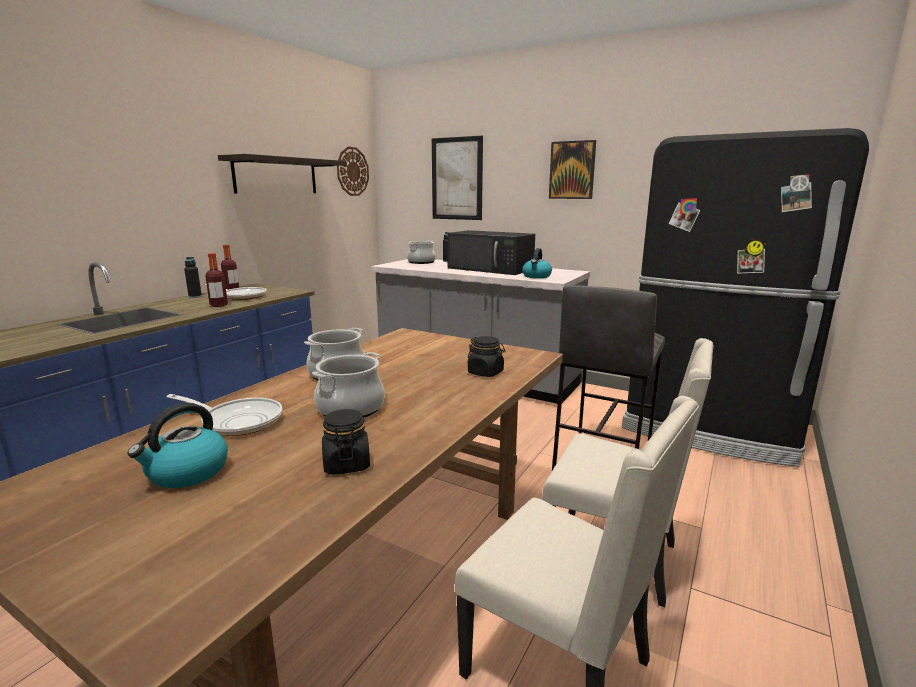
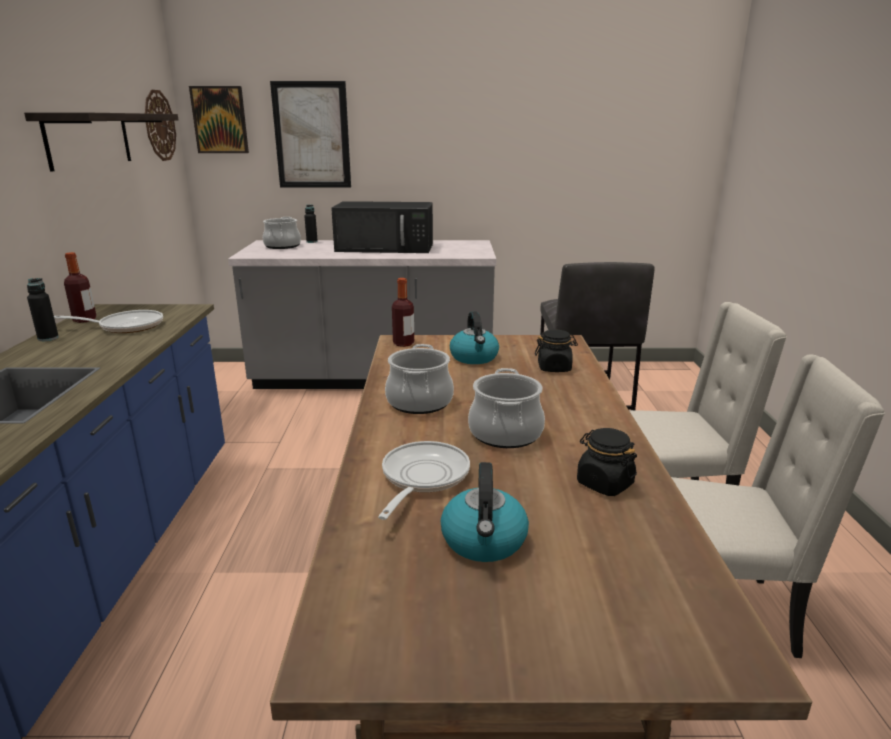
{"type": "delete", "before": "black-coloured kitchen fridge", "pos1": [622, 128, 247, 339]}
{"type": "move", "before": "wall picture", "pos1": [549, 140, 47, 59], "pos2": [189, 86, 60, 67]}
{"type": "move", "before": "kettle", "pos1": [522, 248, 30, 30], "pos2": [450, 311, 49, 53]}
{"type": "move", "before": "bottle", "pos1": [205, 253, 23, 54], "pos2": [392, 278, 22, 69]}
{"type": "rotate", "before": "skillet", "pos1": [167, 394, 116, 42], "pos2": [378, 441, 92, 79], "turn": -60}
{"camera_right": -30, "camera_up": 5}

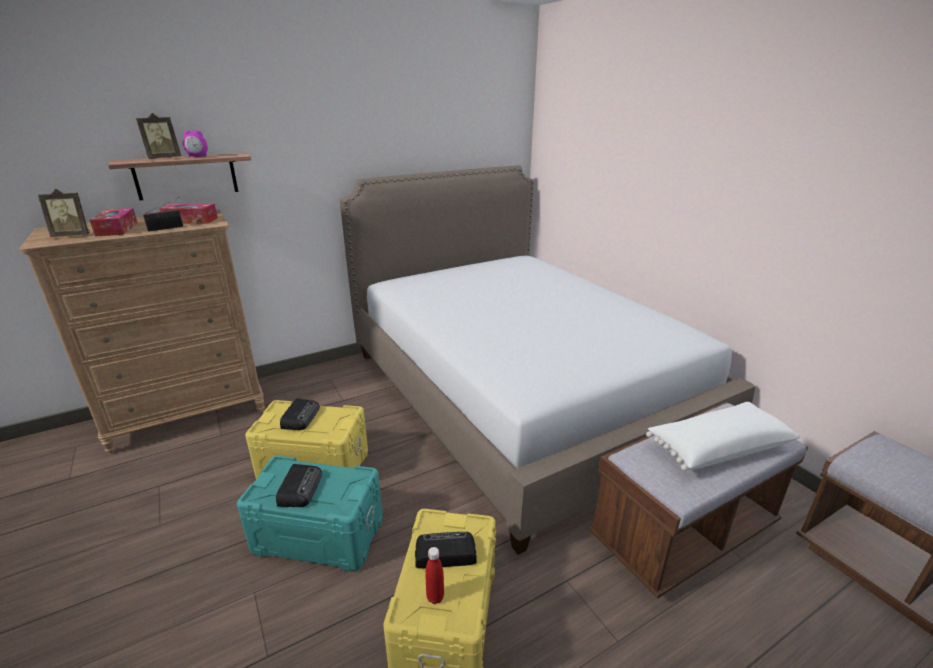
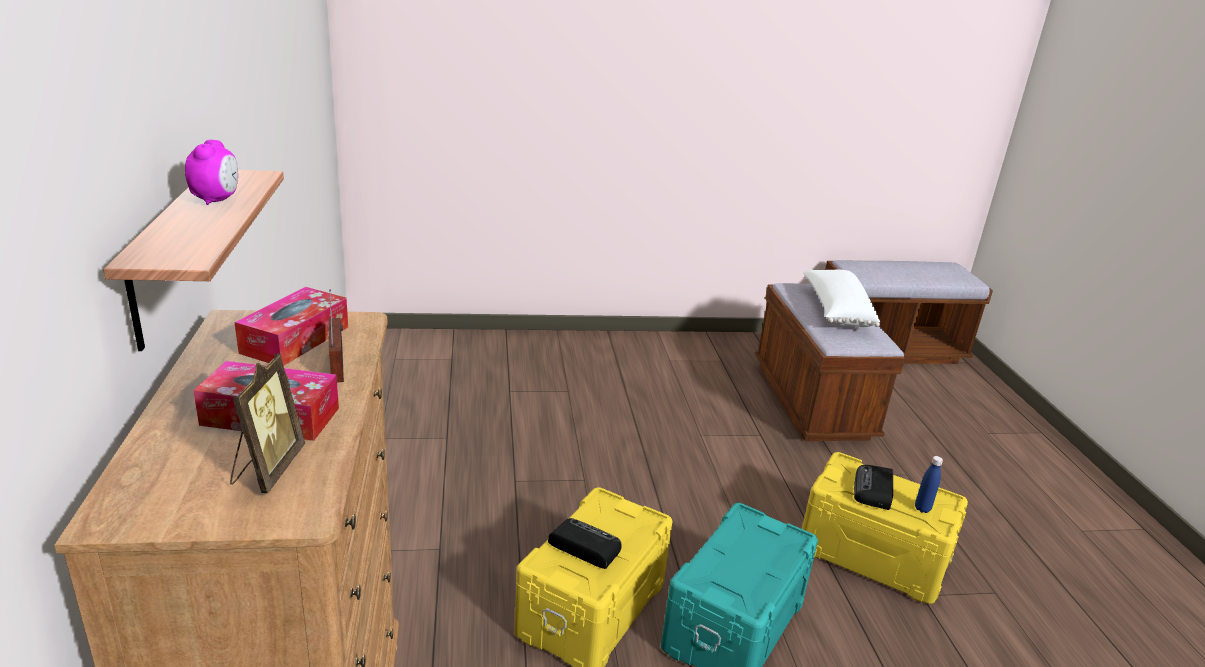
{"type": "delete", "before": "photo frame", "pos1": [136, 113, 45, 46]}
{"type": "delete", "before": "bed", "pos1": [340, 165, 415, 390]}
{"type": "delete", "before": "radio receiver", "pos1": [276, 464, 46, 43]}
{"type": "recolor", "before": "reddish bottle", "after": "blue-coloured bottle", "pos1": [425, 547, 19, 57], "pos2": [915, 456, 28, 57]}
{"camera_right": -70, "camera_up": 0}

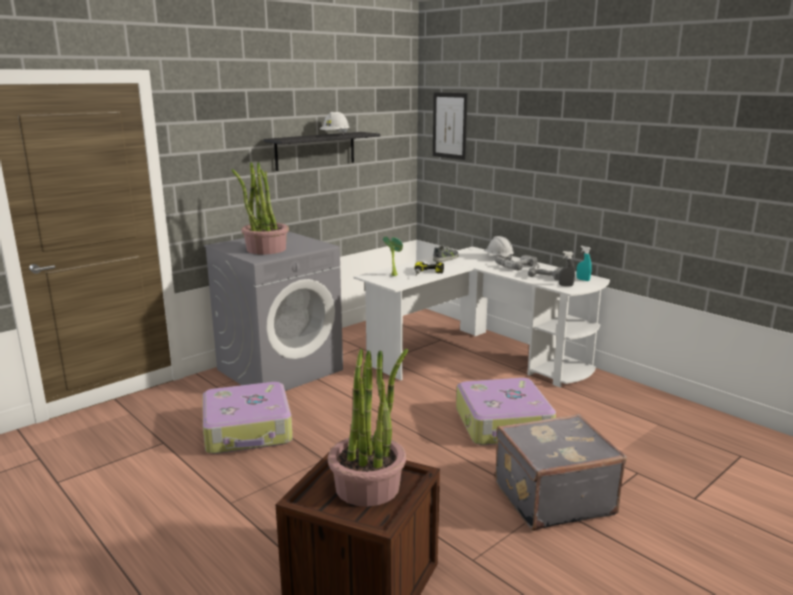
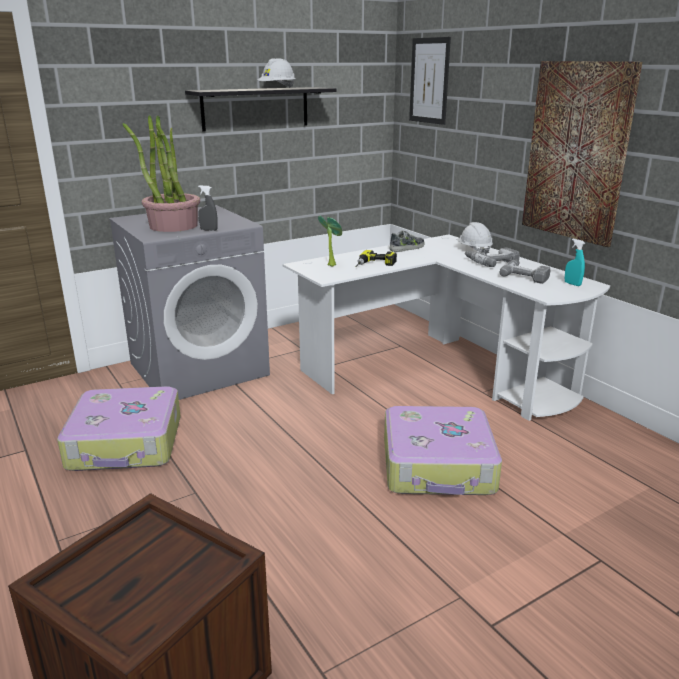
{"type": "move", "before": "gray spray bottle", "pos1": [559, 251, 16, 35], "pos2": [198, 185, 20, 46]}
{"type": "delete", "before": "plant in a pot", "pos1": [328, 349, 80, 158]}
{"type": "delete", "before": "gray suitcase", "pos1": [495, 414, 132, 117]}
{"type": "insert", "after": "wall picture", "pos2": [522, 61, 120, 186]}
{"camera_right": 10, "camera_up": 5}

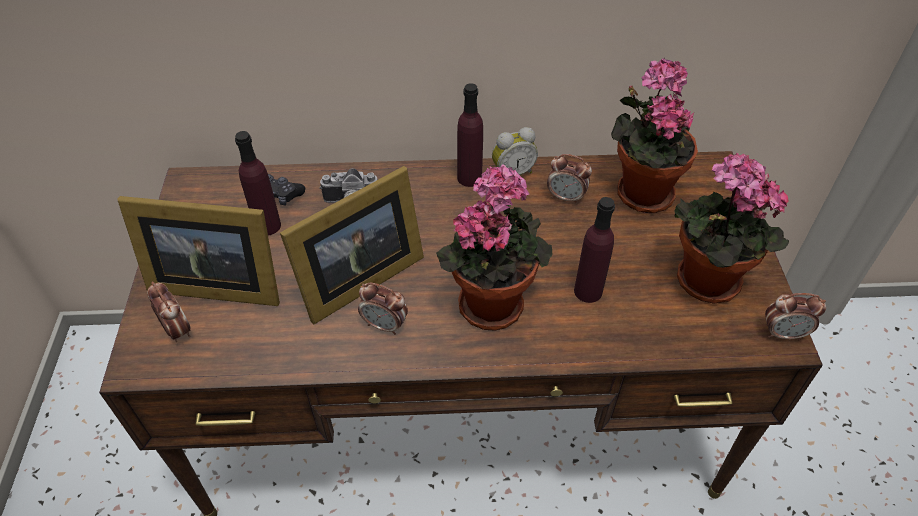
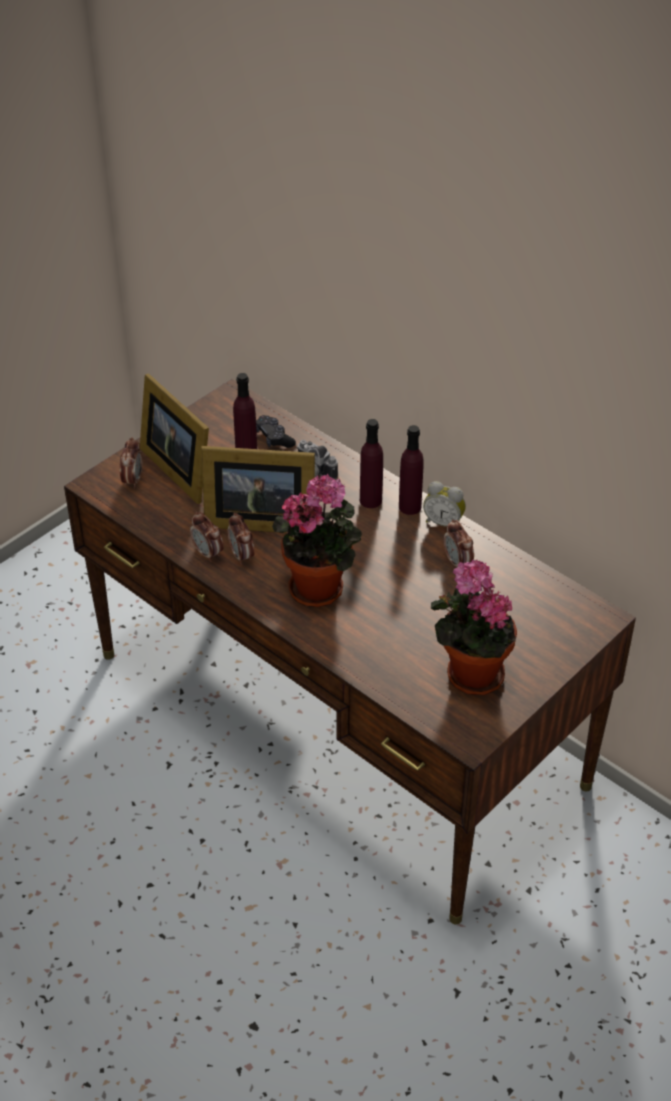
{"type": "delete", "before": "plant in a pot", "pos1": [611, 58, 87, 155]}
{"type": "move", "before": "purple bottle", "pos1": [574, 197, 41, 106], "pos2": [360, 419, 23, 89]}
{"type": "move", "before": "table clock", "pos1": [765, 293, 61, 47], "pos2": [190, 512, 34, 50]}
{"camera_right": 45, "camera_up": -5}

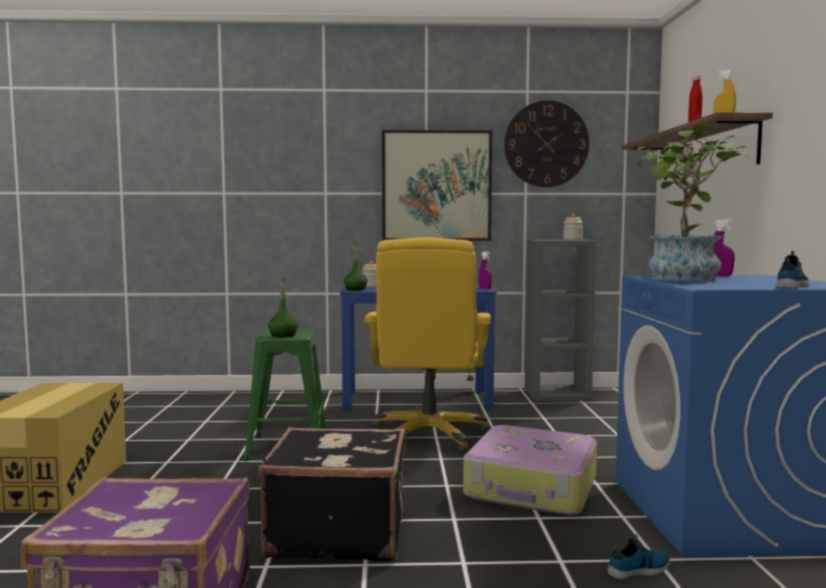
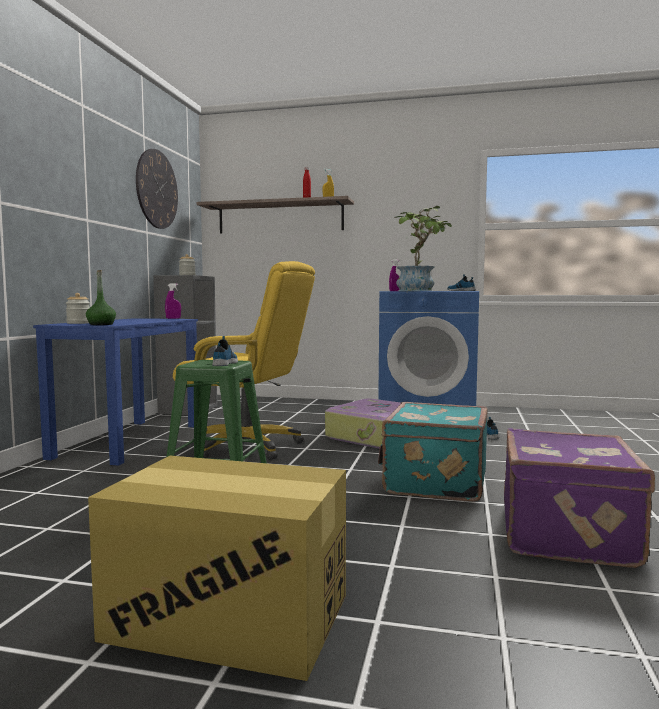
{"type": "delete", "before": "wall picture", "pos1": [382, 130, 110, 111]}
{"type": "replace", "before": "greenish bottle", "after": "item of footwear", "pos1": [268, 278, 31, 59], "pos2": [212, 336, 26, 30]}
{"type": "recolor", "before": "black-coloured suitcase", "after": "turquoise suitcase", "pos1": [258, 427, 148, 134], "pos2": [378, 402, 110, 100]}
{"camera_right": -75, "camera_up": 0}

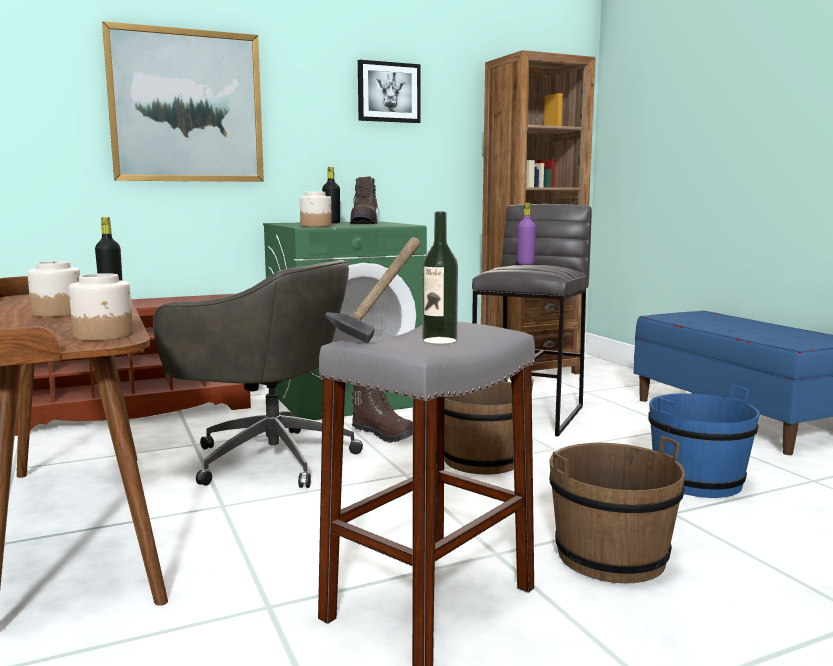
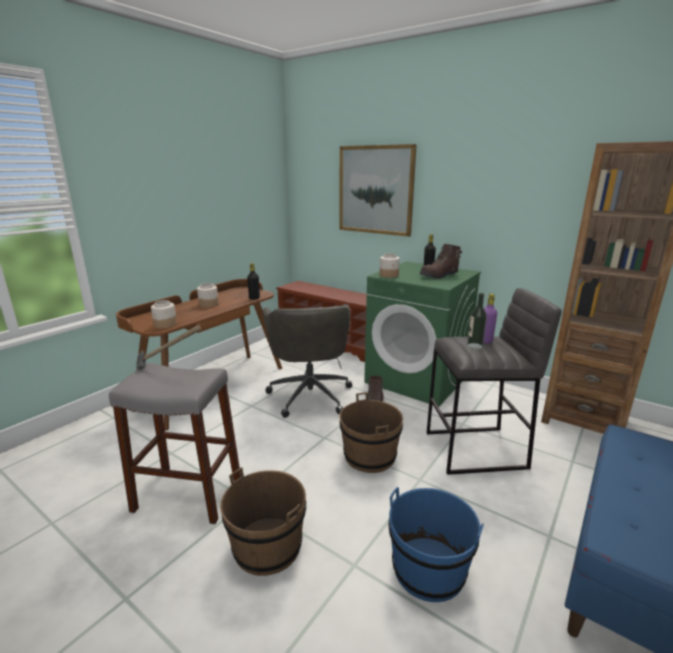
{"type": "delete", "before": "wall picture", "pos1": [358, 60, 63, 63]}
{"type": "move", "before": "bottle", "pos1": [422, 212, 36, 132], "pos2": [467, 293, 20, 56]}
{"camera_right": 60, "camera_up": 10}

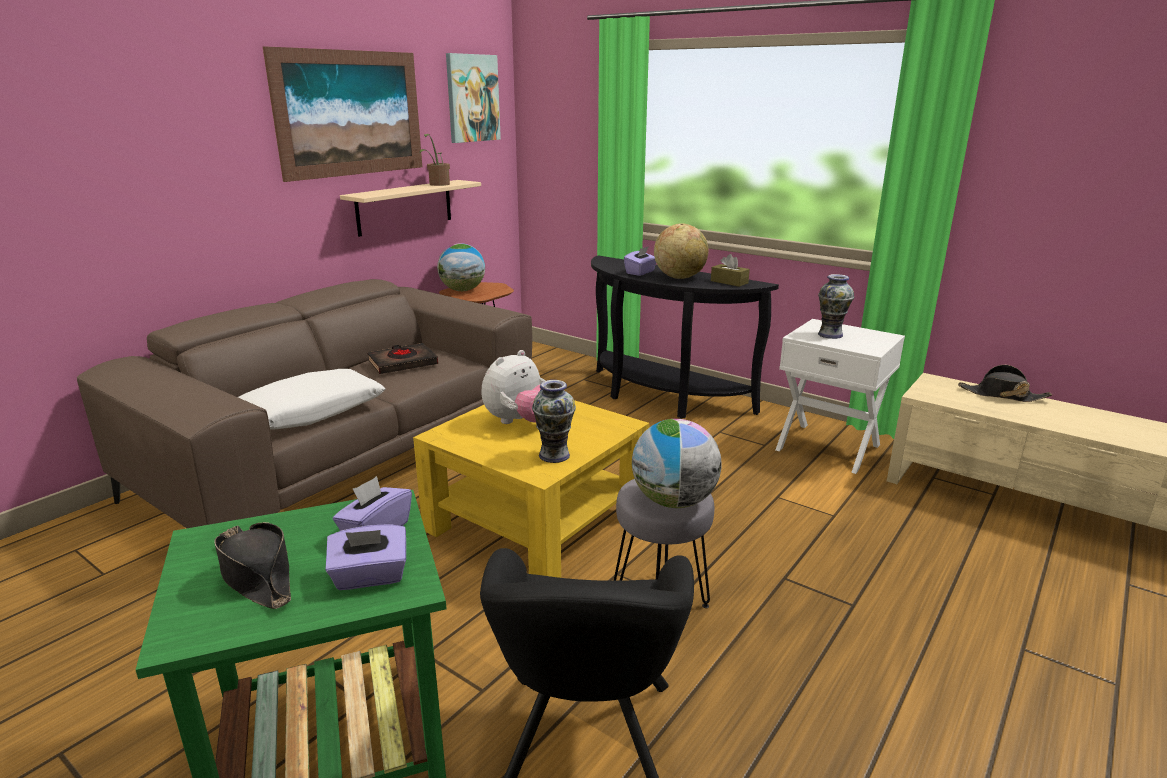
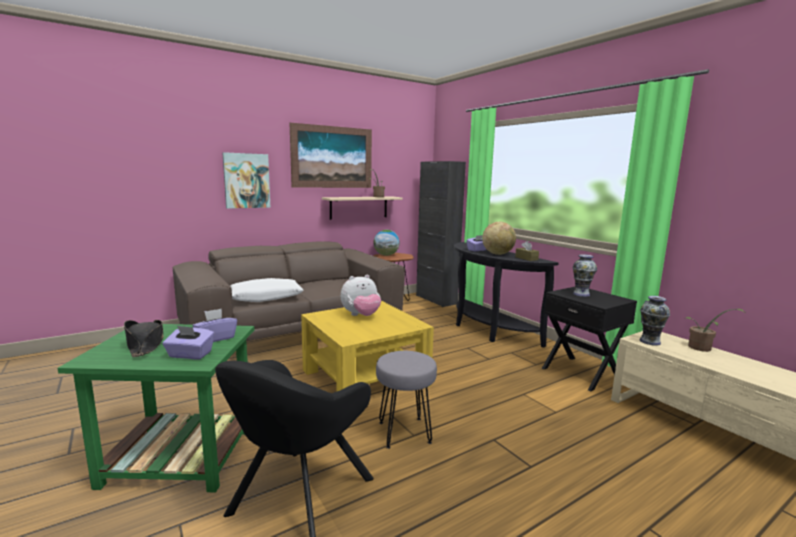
{"type": "move", "before": "wall picture", "pos1": [446, 53, 55, 90], "pos2": [223, 152, 47, 57]}
{"type": "recolor", "before": "white bedside table", "after": "black-coloured bedside table", "pos1": [775, 319, 130, 155], "pos2": [542, 287, 95, 105]}
{"type": "delete", "before": "black-coloured bound book", "pos1": [367, 343, 71, 31]}
{"type": "replace", "before": "black-coloured wearable hat", "after": "plant in a pot", "pos1": [958, 365, 94, 37], "pos2": [686, 309, 59, 43]}
{"type": "move", "before": "vase", "pos1": [532, 380, 44, 83], "pos2": [639, 296, 31, 50]}
{"type": "delete", "before": "world globe", "pos1": [632, 419, 90, 89]}
{"type": "insert", "after": "black-coloured cabinet", "pos2": [416, 161, 50, 146]}
{"camera_right": 20, "camera_up": -10}

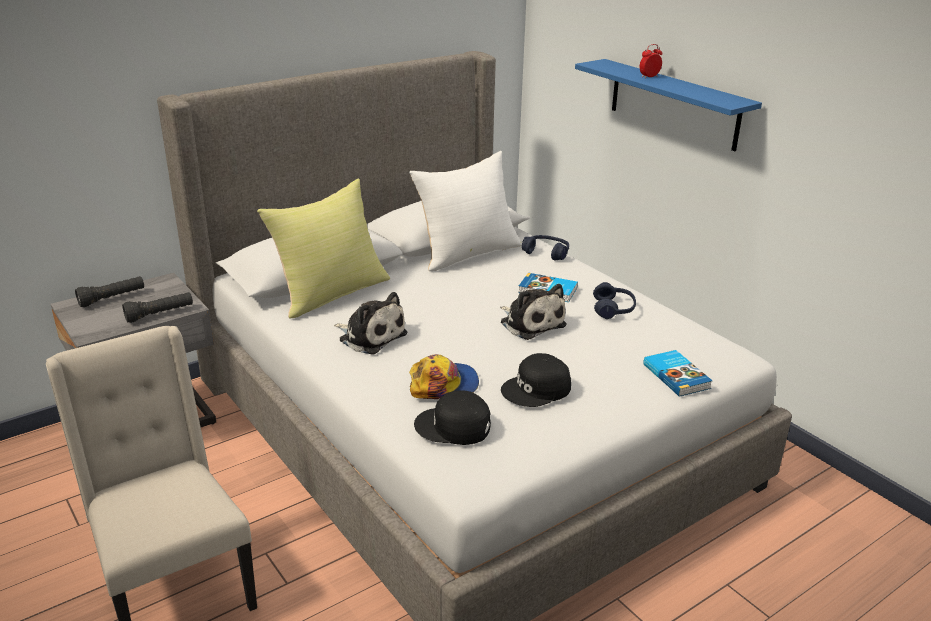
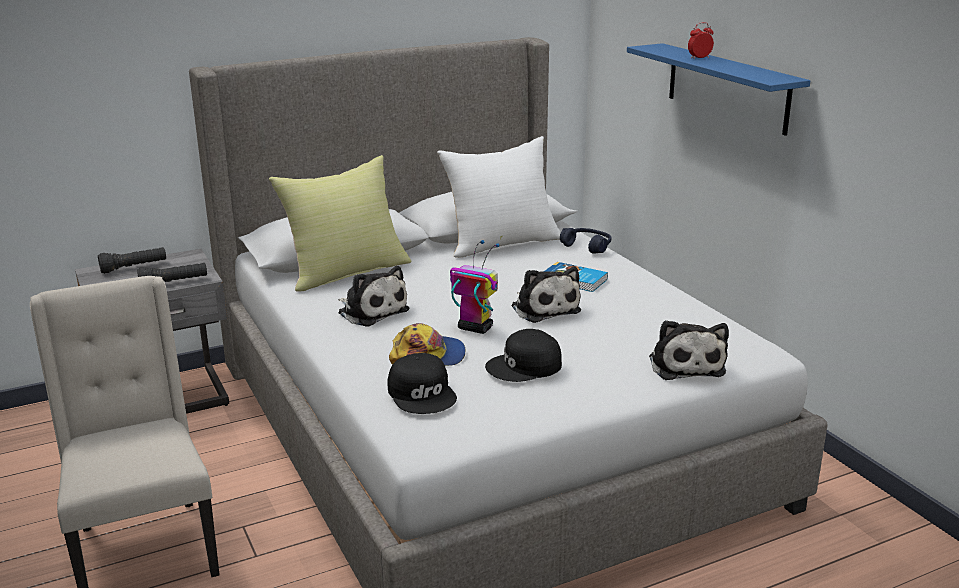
{"type": "delete", "before": "blue-coloured headphones", "pos1": [593, 282, 43, 37]}
{"type": "replace", "before": "bound book", "after": "plush toy", "pos1": [643, 350, 70, 47], "pos2": [649, 320, 80, 60]}
{"type": "rotate", "before": "black-coloured peaked cap", "pos1": [414, 391, 77, 54], "pos2": [387, 353, 70, 61], "turn": -135}
{"type": "insert", "after": "model robot", "pos2": [450, 240, 49, 94]}
{"camera_right": 10, "camera_up": -5}

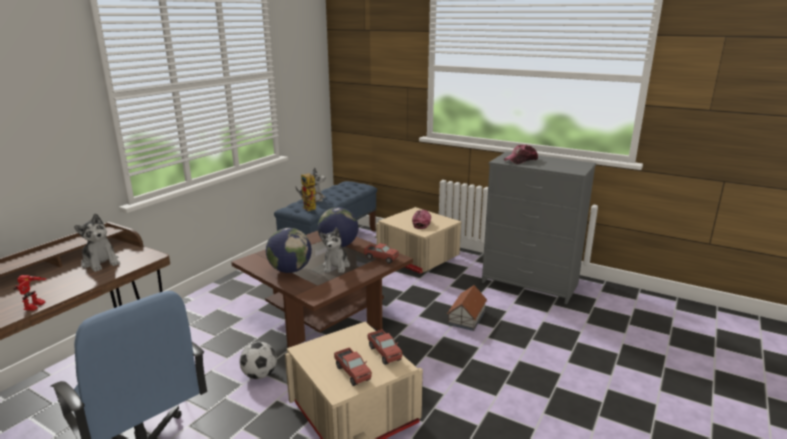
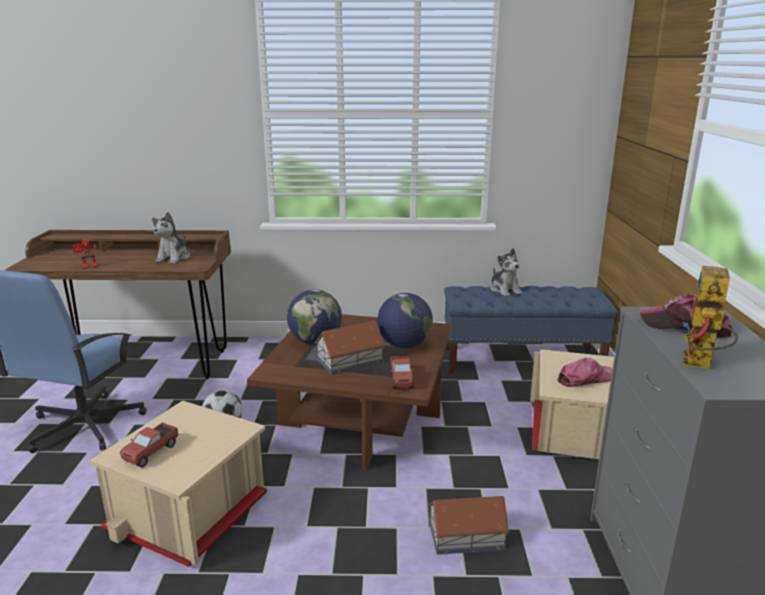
{"type": "move", "before": "model robot", "pos1": [301, 173, 22, 38], "pos2": [683, 266, 55, 103]}
{"type": "replace", "before": "plush toy", "after": "miniature house", "pos1": [320, 227, 30, 46], "pos2": [314, 321, 72, 54]}
{"type": "delete", "before": "toy truck", "pos1": [367, 330, 36, 35]}
{"camera_right": 60, "camera_up": 0}

